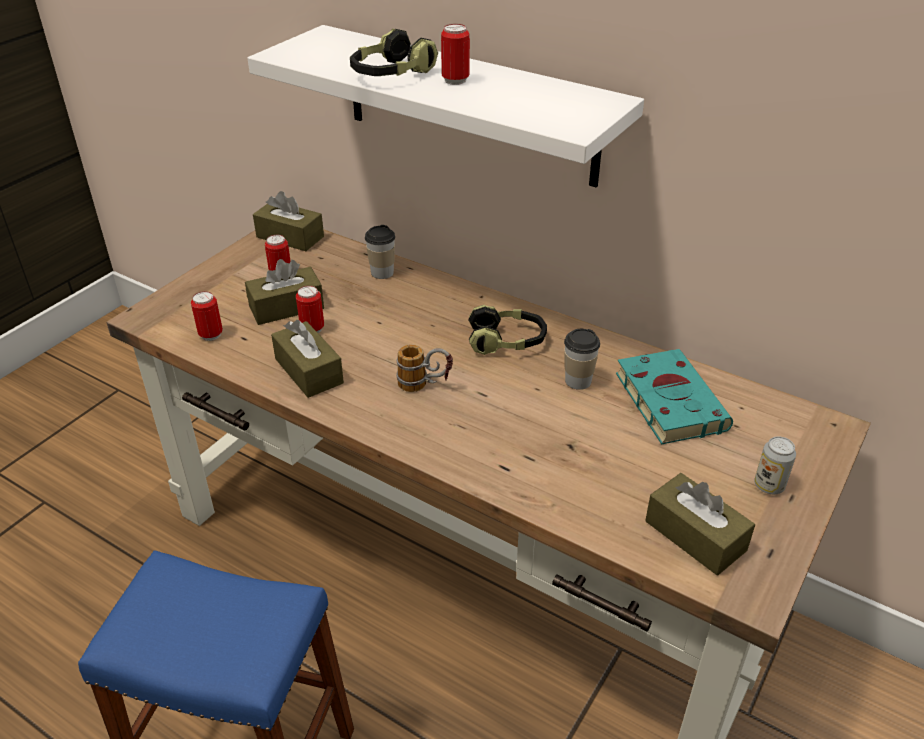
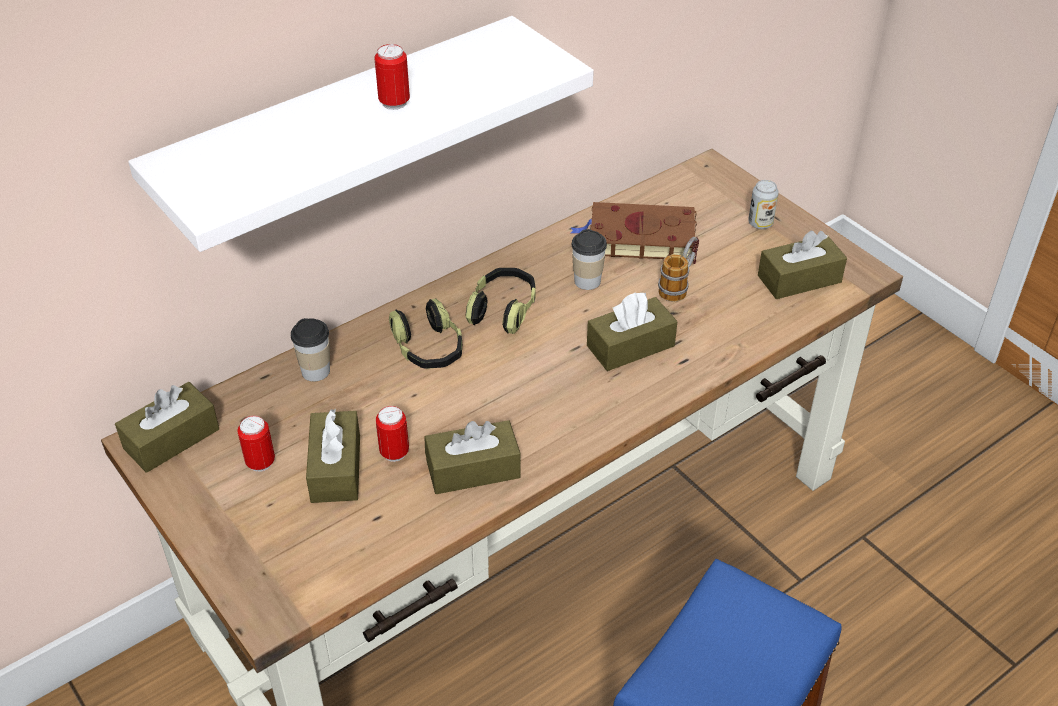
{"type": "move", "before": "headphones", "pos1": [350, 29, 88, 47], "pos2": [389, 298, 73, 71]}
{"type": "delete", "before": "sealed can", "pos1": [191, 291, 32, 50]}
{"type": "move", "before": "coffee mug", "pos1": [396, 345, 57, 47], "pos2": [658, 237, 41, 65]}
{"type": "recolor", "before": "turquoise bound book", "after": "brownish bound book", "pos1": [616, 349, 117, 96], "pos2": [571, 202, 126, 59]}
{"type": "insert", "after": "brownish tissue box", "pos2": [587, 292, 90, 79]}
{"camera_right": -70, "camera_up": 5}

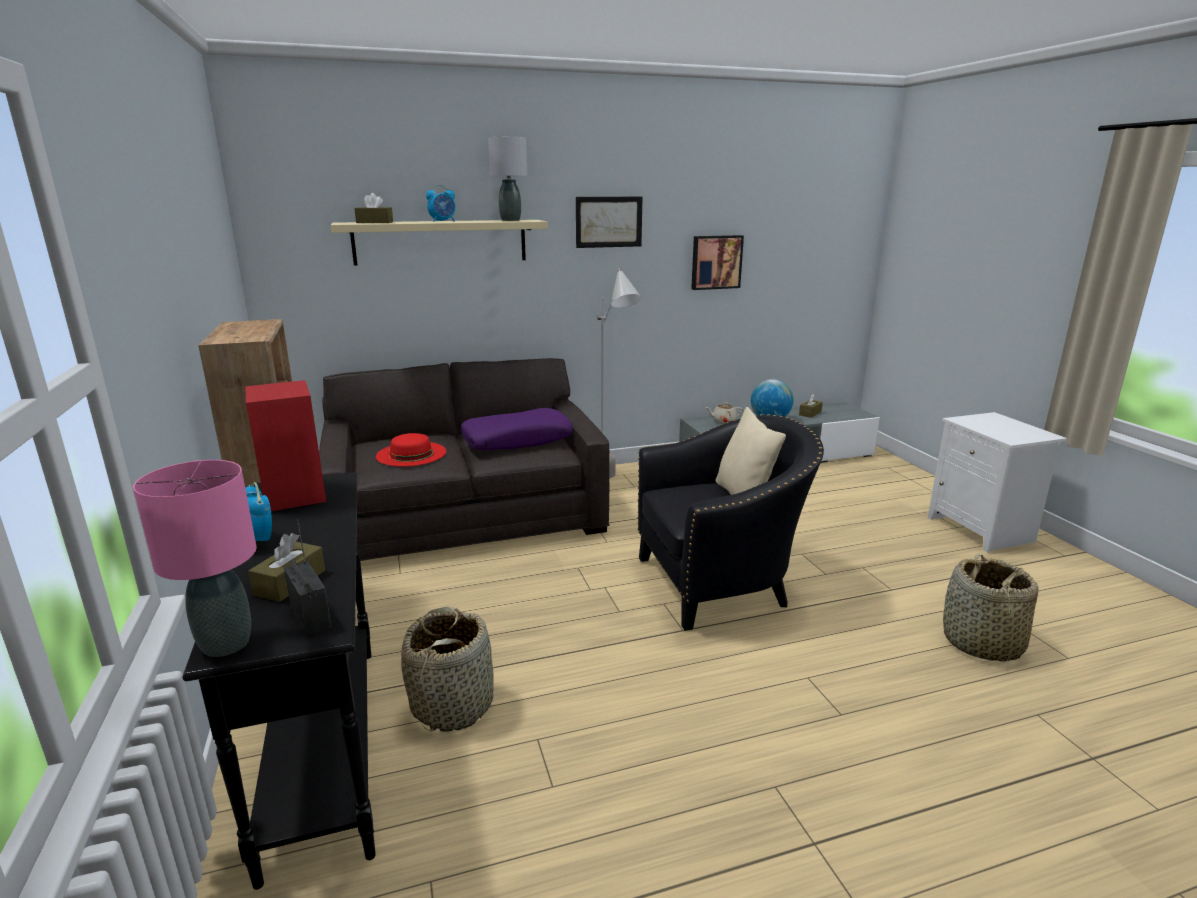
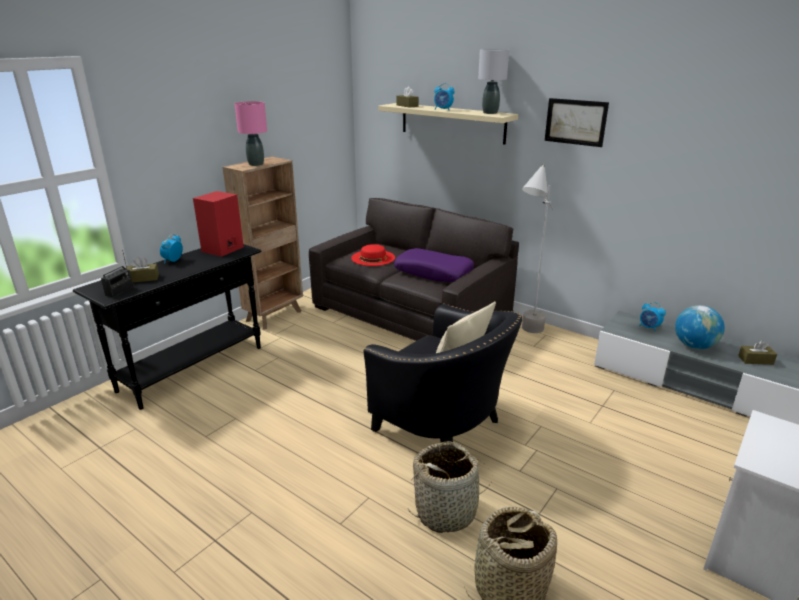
{"type": "delete", "before": "wall picture", "pos1": [691, 235, 53, 55]}
{"type": "replace", "before": "sand-coloured tea pot", "after": "table clock", "pos1": [705, 402, 38, 21], "pos2": [639, 302, 27, 30]}
{"type": "move", "before": "pink table lamp", "pos1": [133, 460, 124, 197], "pos2": [234, 101, 33, 65]}
{"type": "move", "before": "storage basket", "pos1": [401, 607, 93, 125], "pos2": [408, 441, 83, 92]}
{"camera_right": 55, "camera_up": 5}

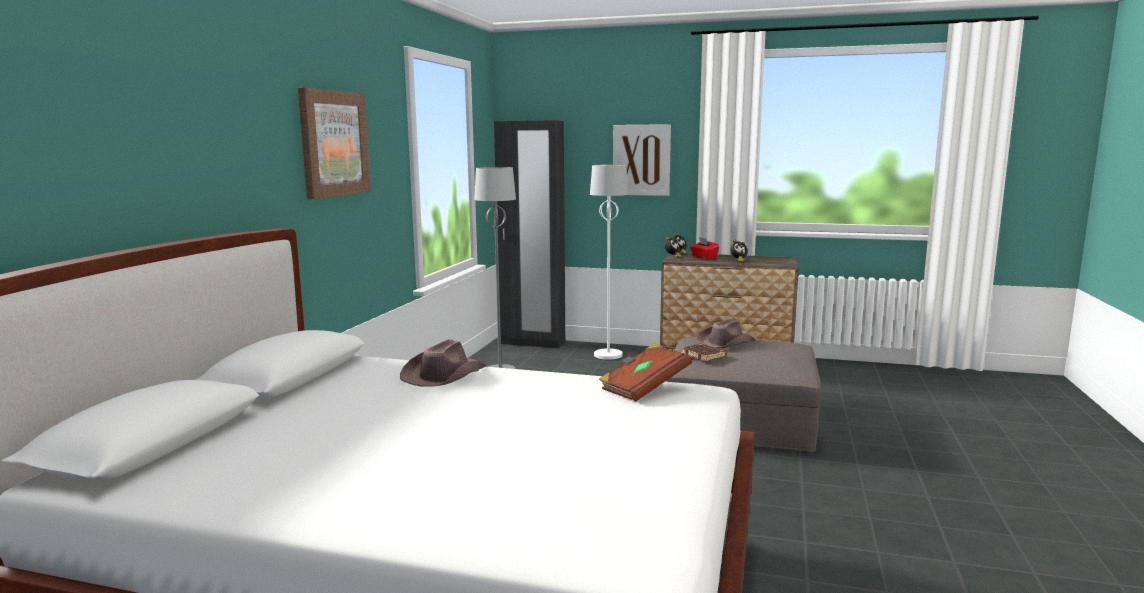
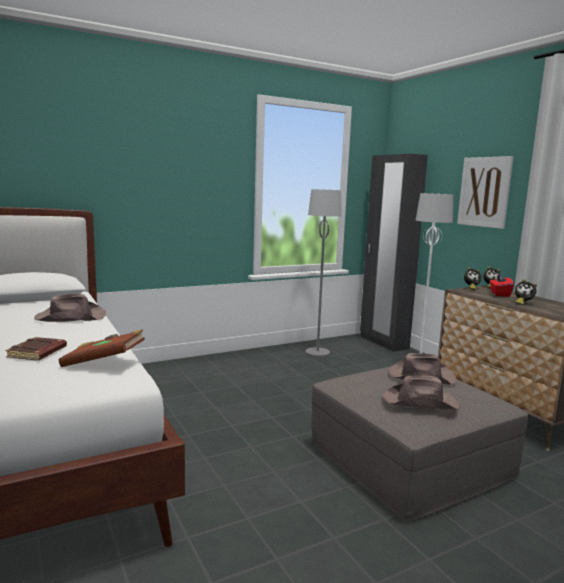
{"type": "delete", "before": "wall picture", "pos1": [298, 88, 73, 111]}
{"type": "move", "before": "brownish bound book", "pos1": [681, 343, 45, 18], "pos2": [6, 337, 61, 24]}
{"type": "insert", "after": "brownish wearable hat", "pos2": [382, 375, 78, 35]}
{"camera_right": 45, "camera_up": 0}

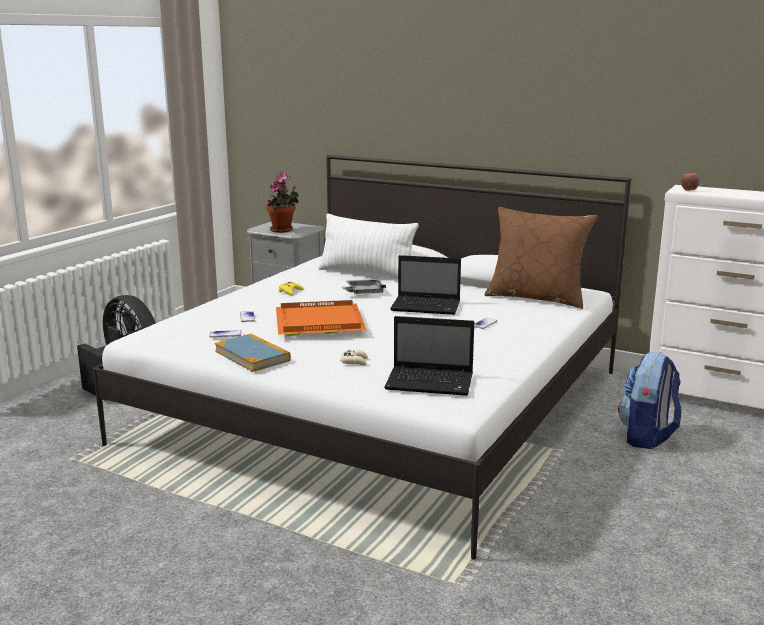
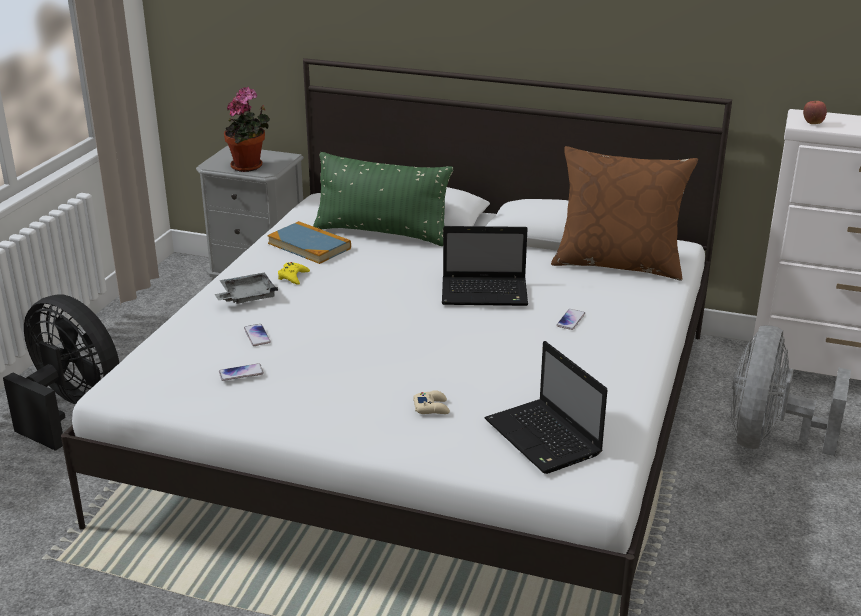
{"type": "recolor", "before": "white throw pillow", "after": "greenish throw pillow", "pos1": [318, 213, 101, 66], "pos2": [313, 152, 140, 94]}
{"type": "move", "before": "gray serving tray", "pos1": [342, 279, 44, 15], "pos2": [215, 273, 63, 31]}
{"type": "delete", "before": "orangey serving tray", "pos1": [276, 300, 91, 36]}
{"type": "rotate", "before": "notebook computer", "pos1": [384, 316, 90, 80], "pos2": [485, 341, 123, 133], "turn": 60}
{"type": "move", "before": "bound book", "pos1": [215, 334, 76, 38], "pos2": [267, 221, 84, 43]}
{"type": "replace", "before": "rucksack", "after": "gray cooling fan", "pos1": [618, 352, 63, 97], "pos2": [731, 325, 120, 131]}
{"camera_right": -10, "camera_up": 10}

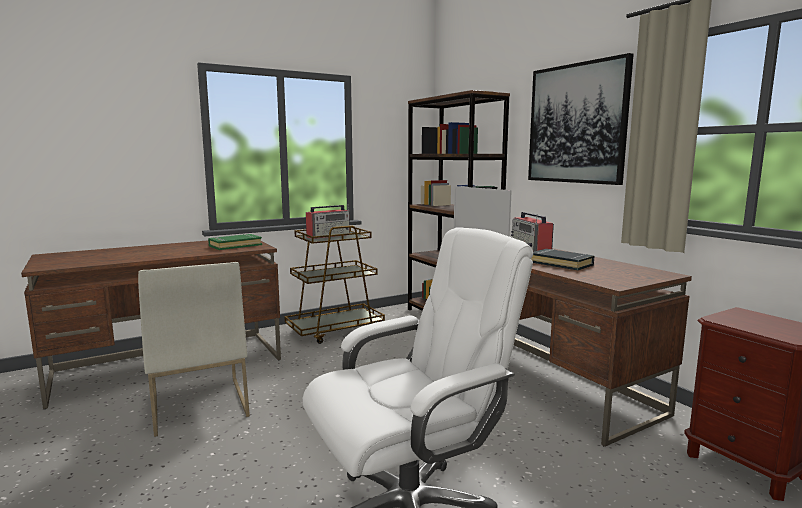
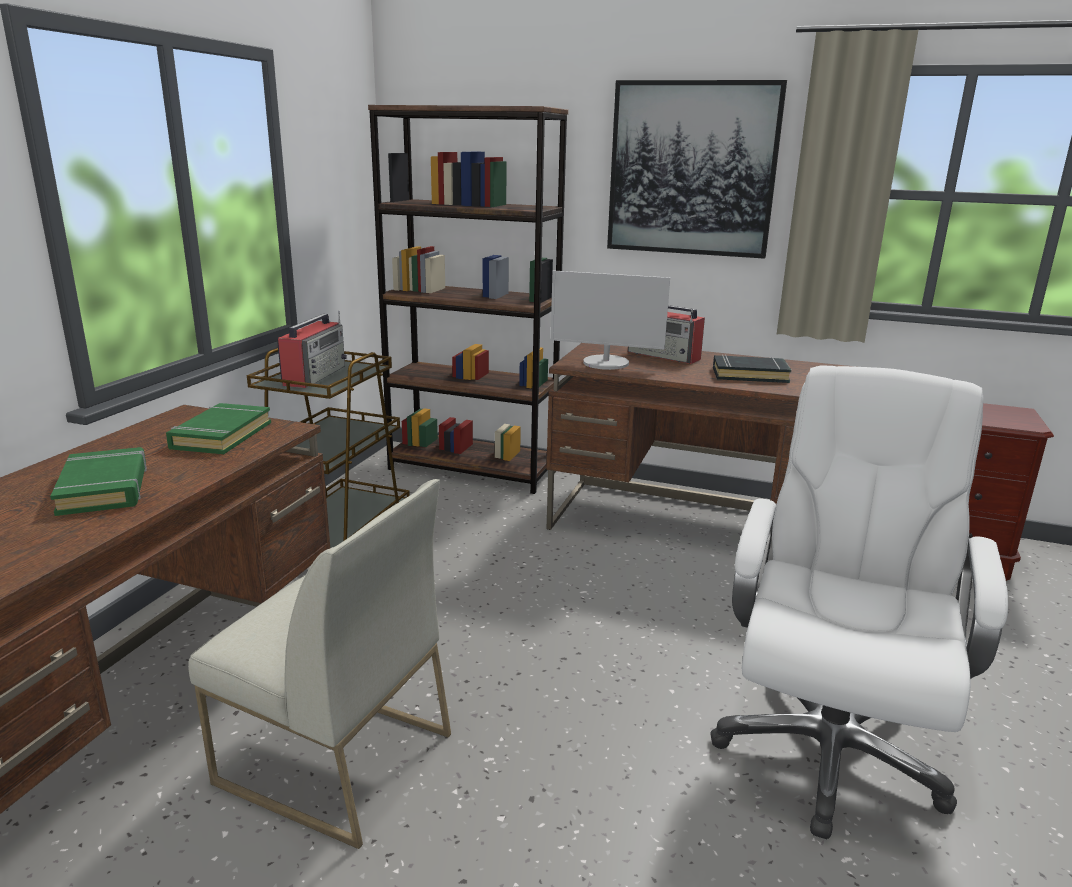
{"type": "insert", "after": "greenish bound book", "pos2": [50, 447, 97, 69]}
{"camera_right": -40, "camera_up": 10}

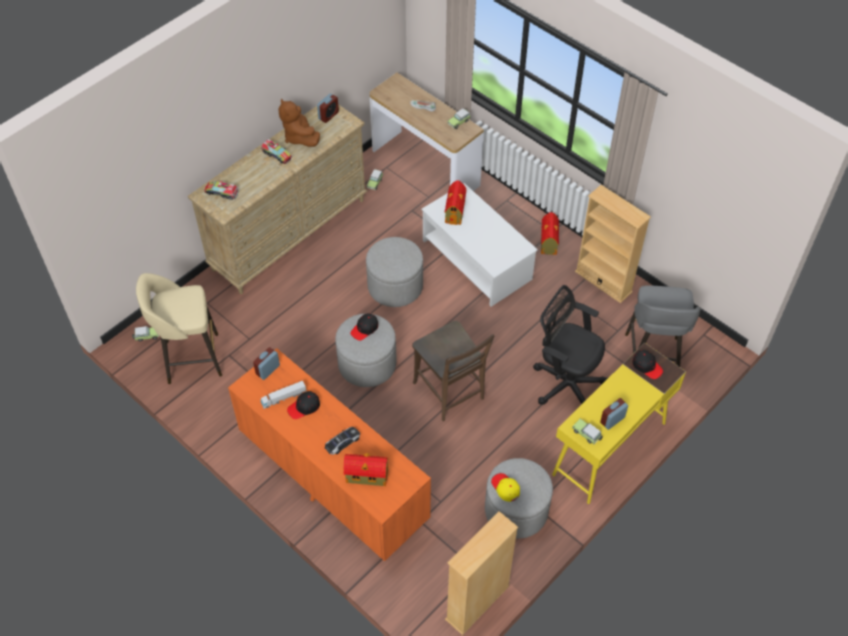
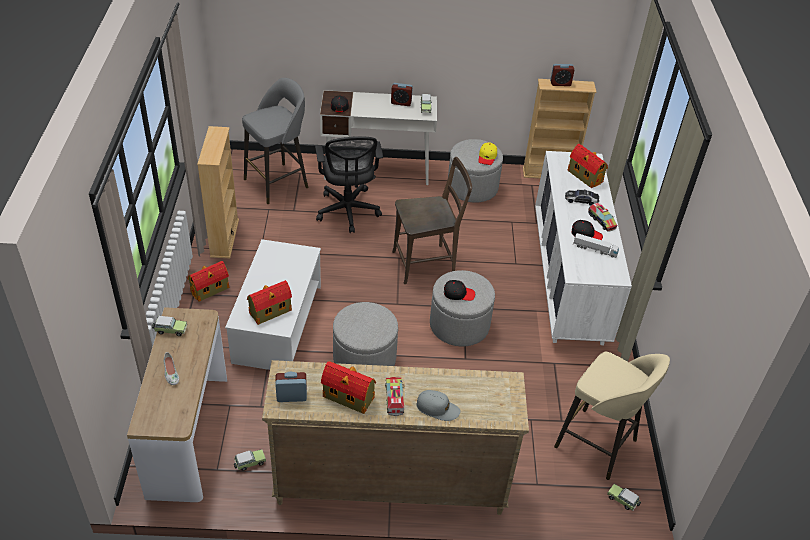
{"type": "replace", "before": "brownish plush toy", "after": "miniature house", "pos1": [278, 98, 42, 49], "pos2": [321, 361, 55, 53]}
{"type": "move", "before": "toy truck", "pos1": [204, 181, 35, 19], "pos2": [588, 202, 29, 29]}
{"type": "rotate", "before": "brownish plain chair", "pos1": [412, 321, 82, 100], "pos2": [392, 157, 80, 127], "turn": 60}
{"type": "recolor", "before": "yellow-coloured desk unit", "after": "white desk unit", "pos1": [552, 342, 134, 162], "pos2": [320, 90, 117, 95]}
{"type": "move", "before": "table clock", "pos1": [253, 347, 27, 33], "pos2": [550, 64, 24, 22]}
{"type": "recolor", "before": "orangey dresser", "after": "white dresser", "pos1": [228, 348, 203, 213], "pos2": [535, 151, 97, 194]}
{"type": "insert", "after": "gray peaked cap", "pos2": [416, 390, 45, 31]}
{"camera_right": -135, "camera_up": -10}

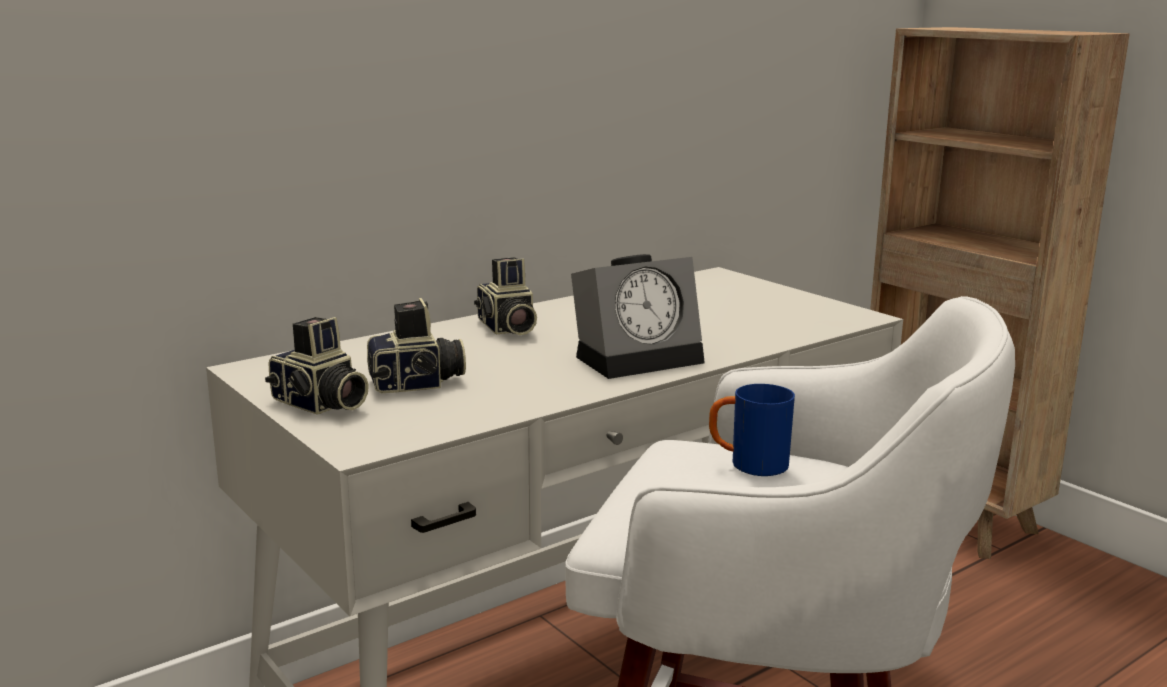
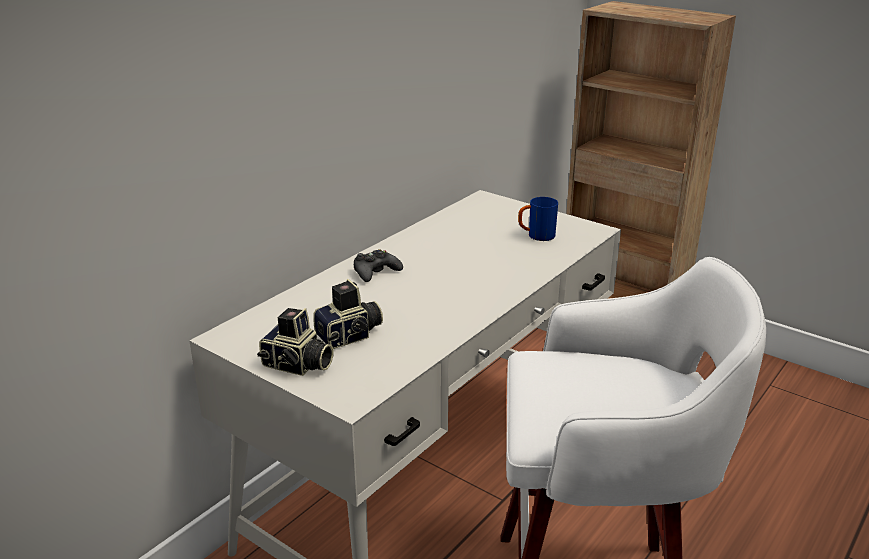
{"type": "delete", "before": "table clock", "pos1": [571, 254, 134, 125]}
{"type": "replace", "before": "photo camera", "after": "black-coloured gamepad", "pos1": [474, 257, 63, 78], "pos2": [354, 249, 49, 33]}
{"type": "move", "before": "blue-coloured coffee mug", "pos1": [709, 384, 86, 92], "pos2": [518, 197, 40, 44]}
{"camera_right": -15, "camera_up": 10}

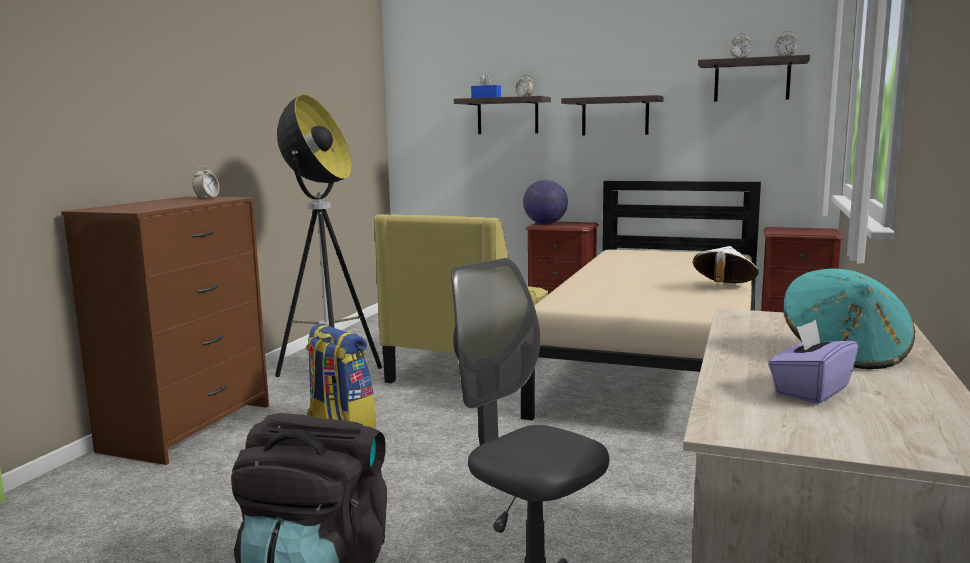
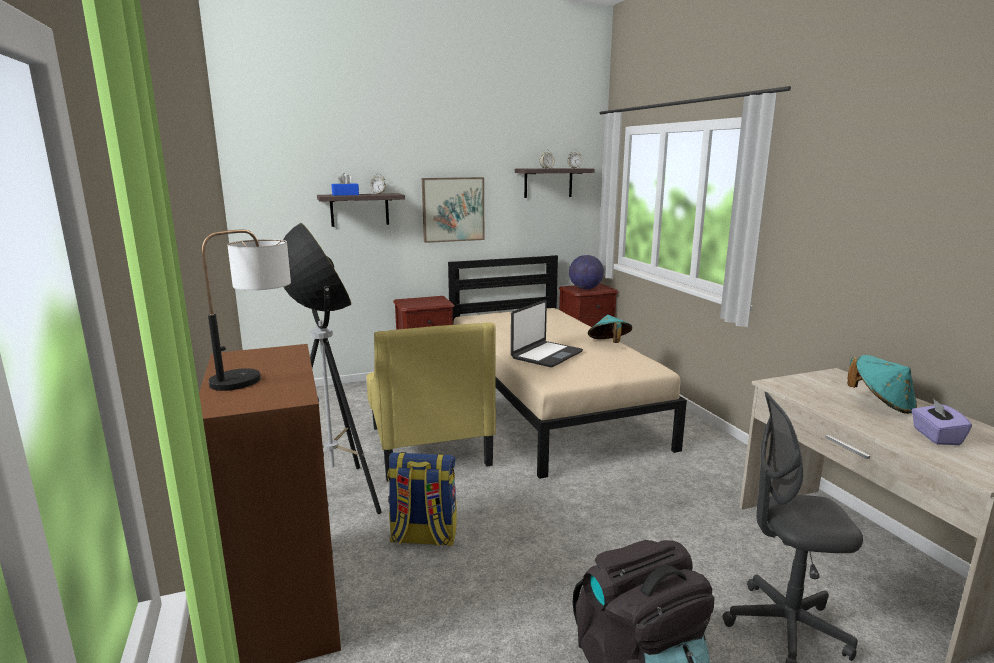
{"type": "replace", "before": "shelf", "after": "wall picture", "pos1": [561, 95, 102, 41], "pos2": [422, 177, 62, 66]}
{"type": "delete", "before": "table clock", "pos1": [193, 165, 27, 34]}
{"type": "move", "before": "world globe", "pos1": [523, 180, 45, 45], "pos2": [569, 255, 35, 34]}
{"type": "recolor", "before": "white wearable hat", "after": "turquoise wearable hat", "pos1": [693, 246, 66, 37], "pos2": [588, 315, 44, 28]}
{"type": "insert", "after": "table lamp", "pos2": [202, 230, 89, 161]}
{"type": "insert", "after": "notebook computer", "pos2": [511, 300, 72, 67]}
{"camera_right": -40, "camera_up": 5}

